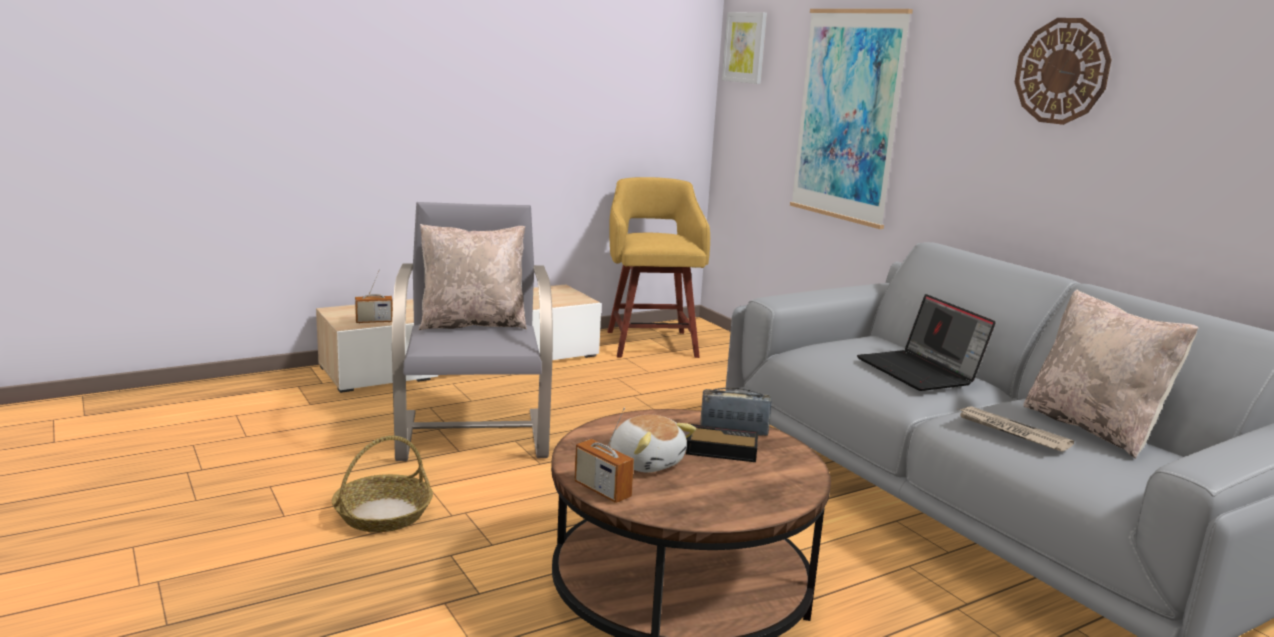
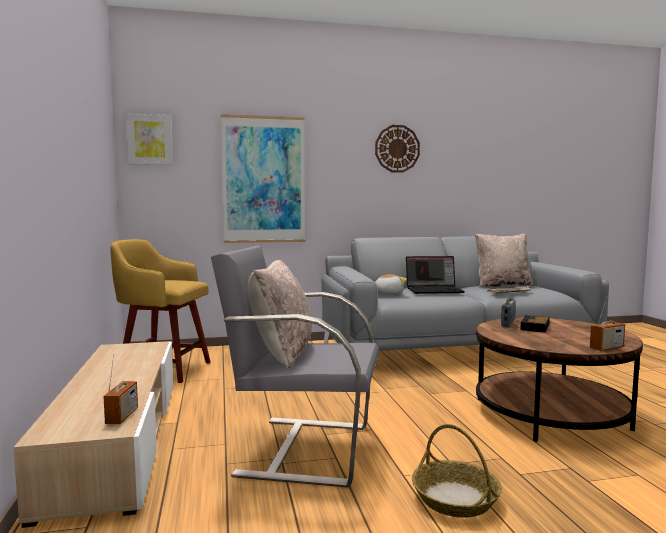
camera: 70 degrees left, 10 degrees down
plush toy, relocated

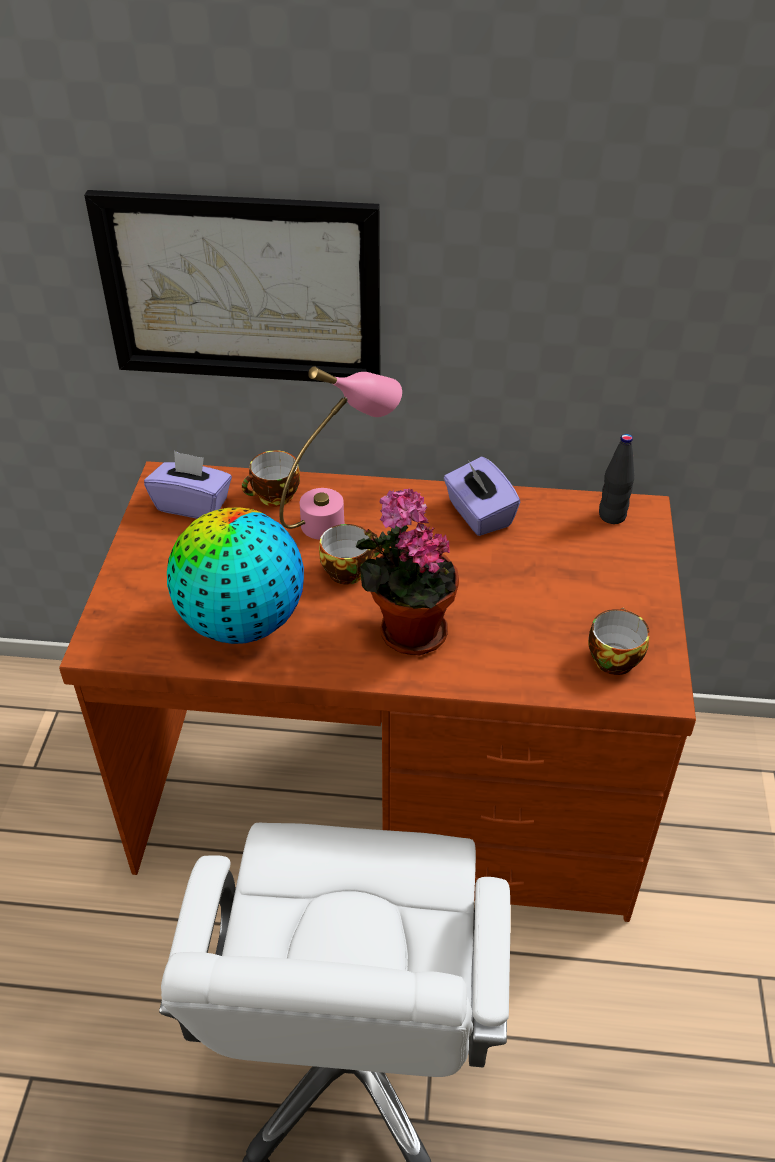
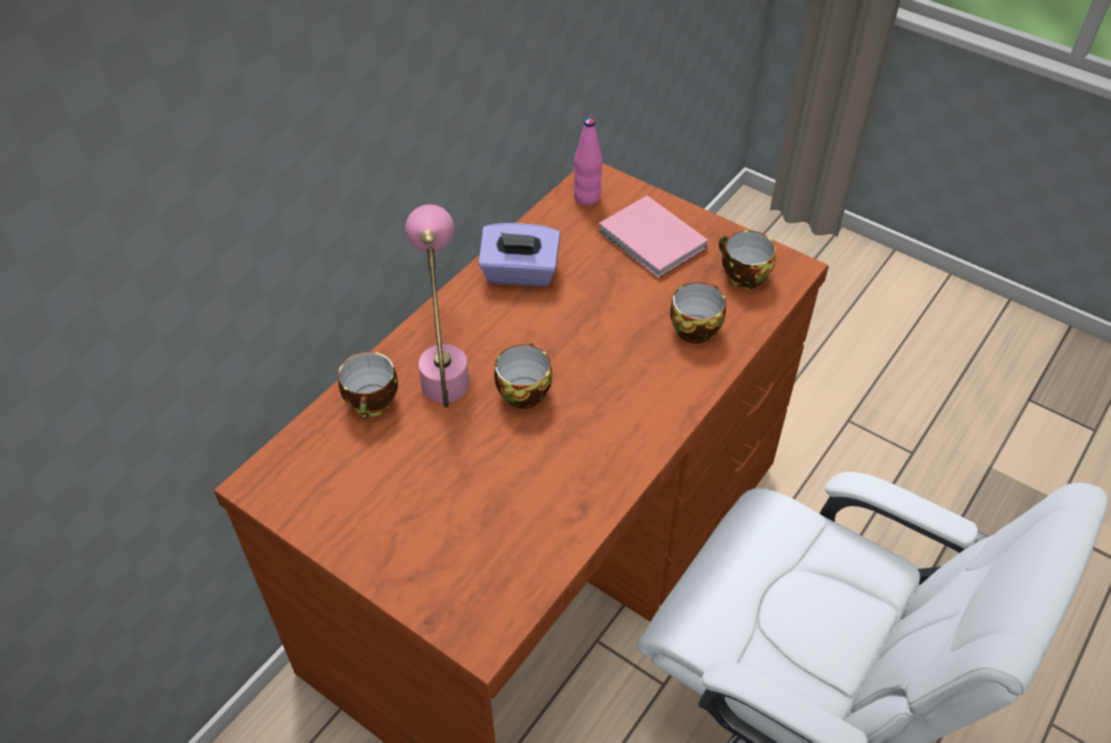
camera: 60 degrees left, 5 degrees up
blackish bottle => pink bottle
nothing => pink bound book
nothing => drinking cup (no. 3 from left)
picture => nothing
purple tissue holder (no. 1 from left) => nothing
desk globe => nothing
potted plant => nothing

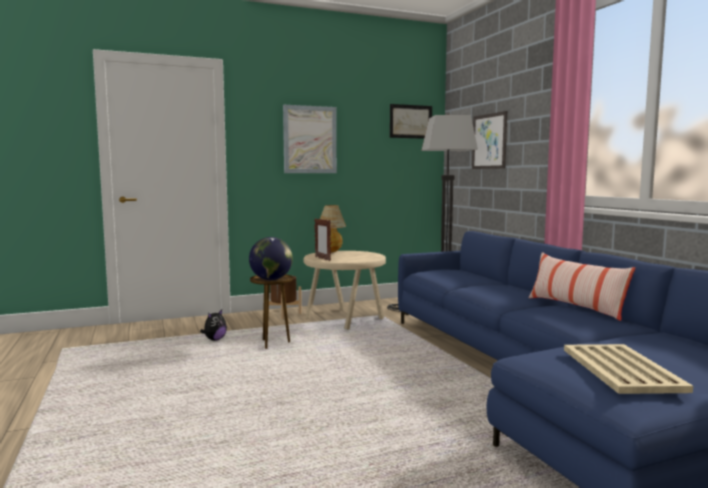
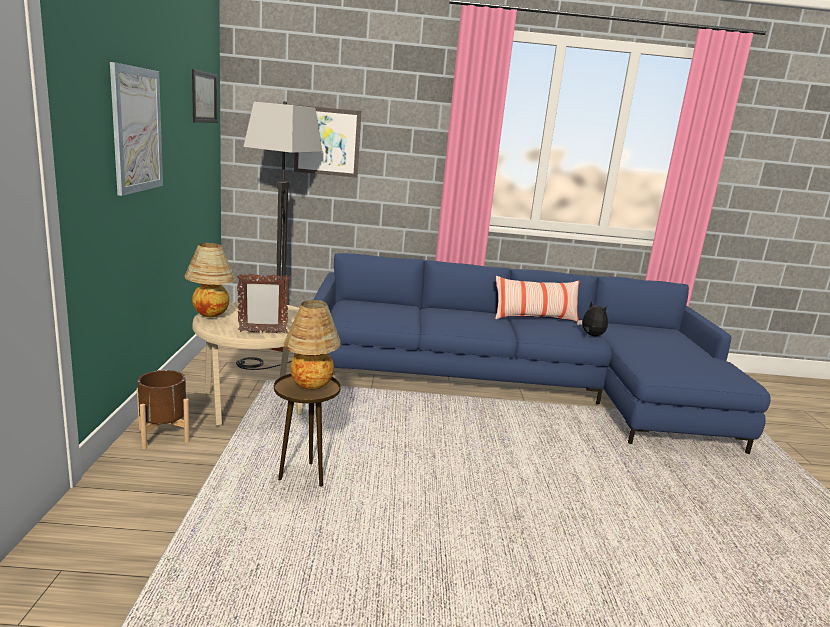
camera: 70 degrees left, 10 degrees up
desk globe => table lamp (no. 2 from left)
plush toy, relocated
beige serving tray => nothing

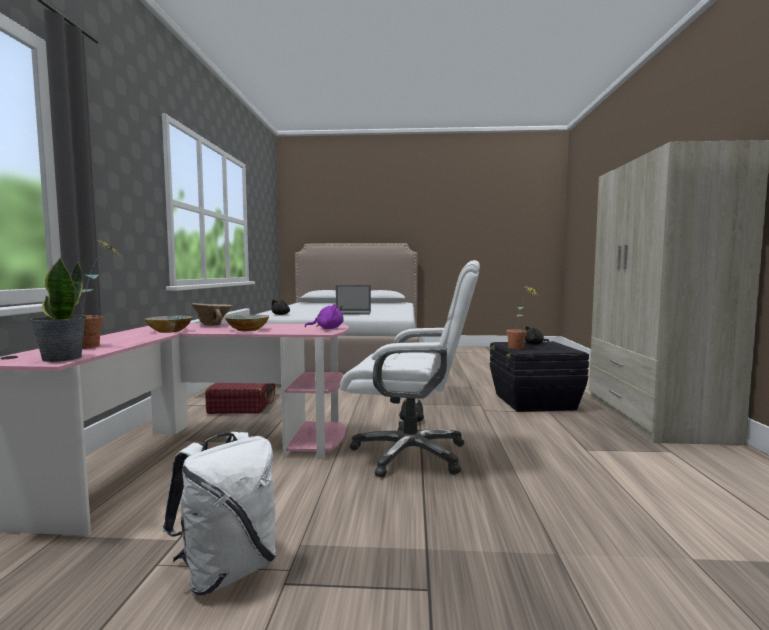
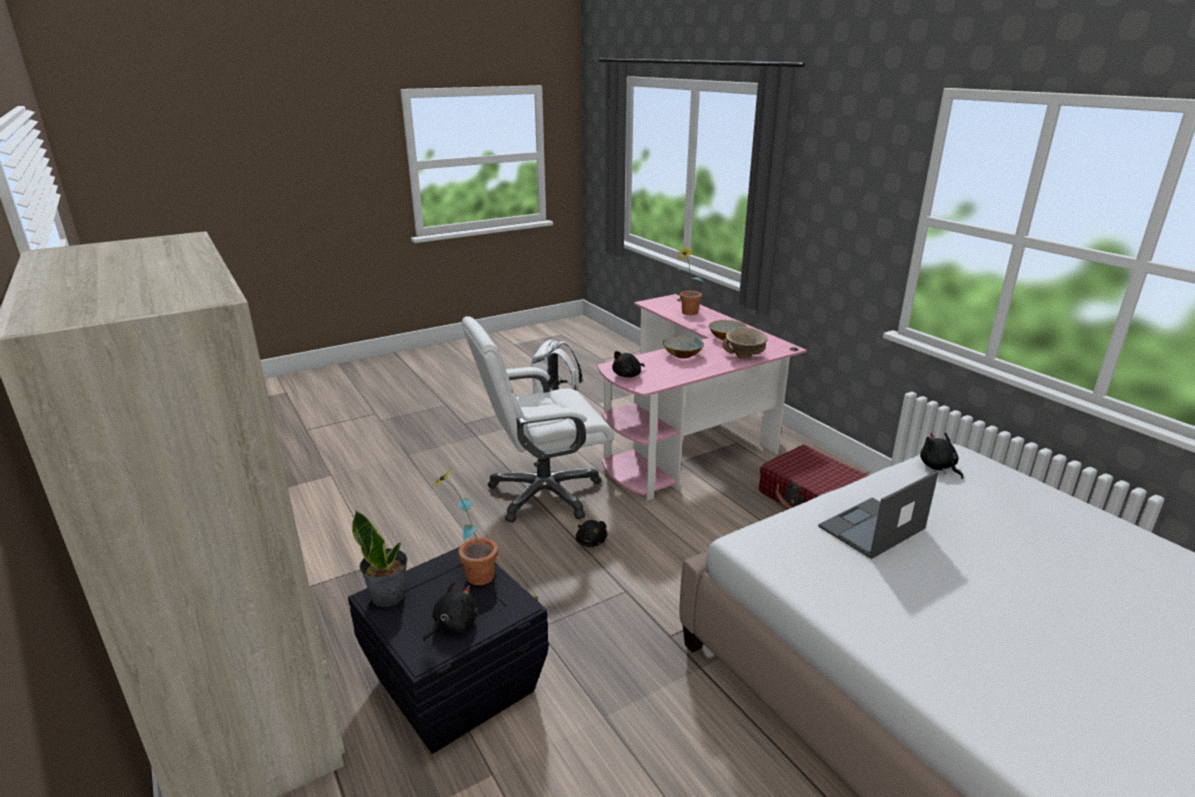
camera: 145 degrees right, 20 degrees up
potted plant (no. 1 from left), relocated
purple plush toy => blackish plush toy (no. 3 from left)

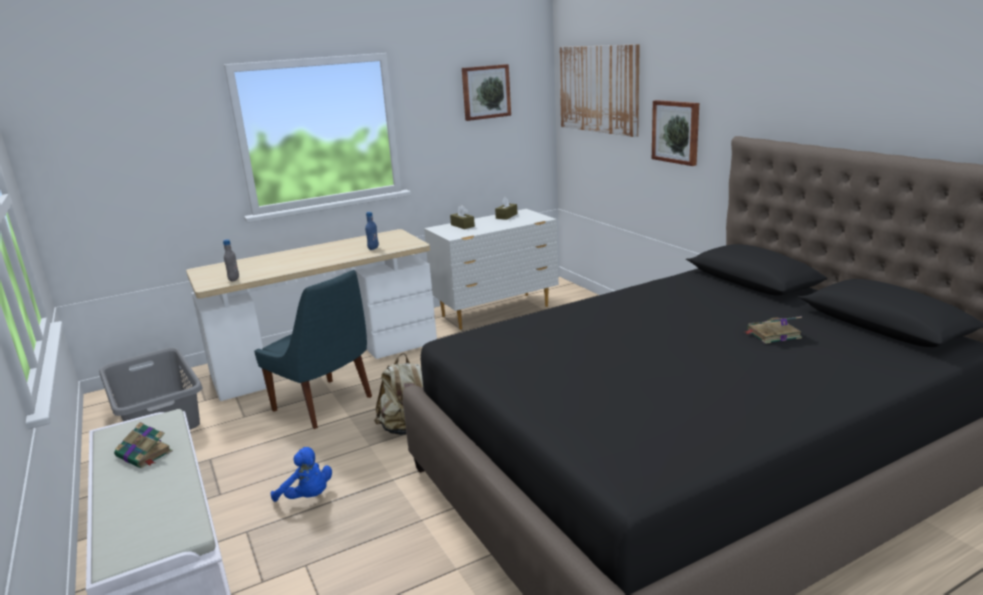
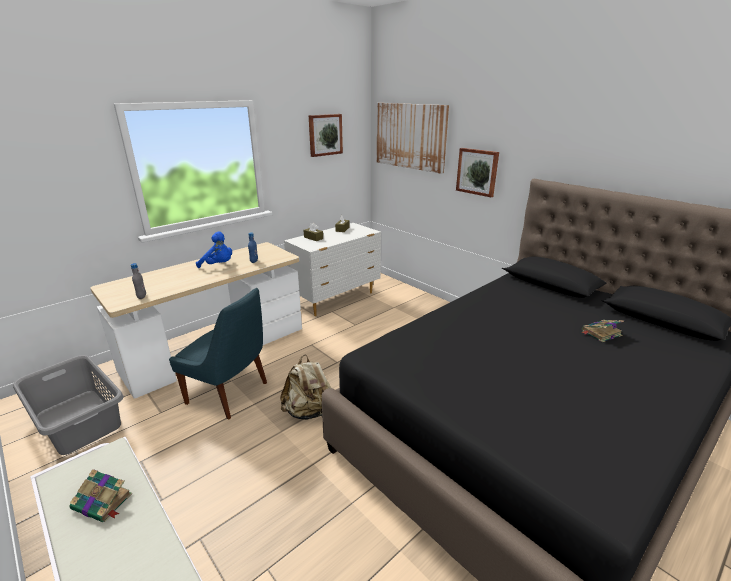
camera: 15 degrees left, 5 degrees up
blue plush toy, relocated

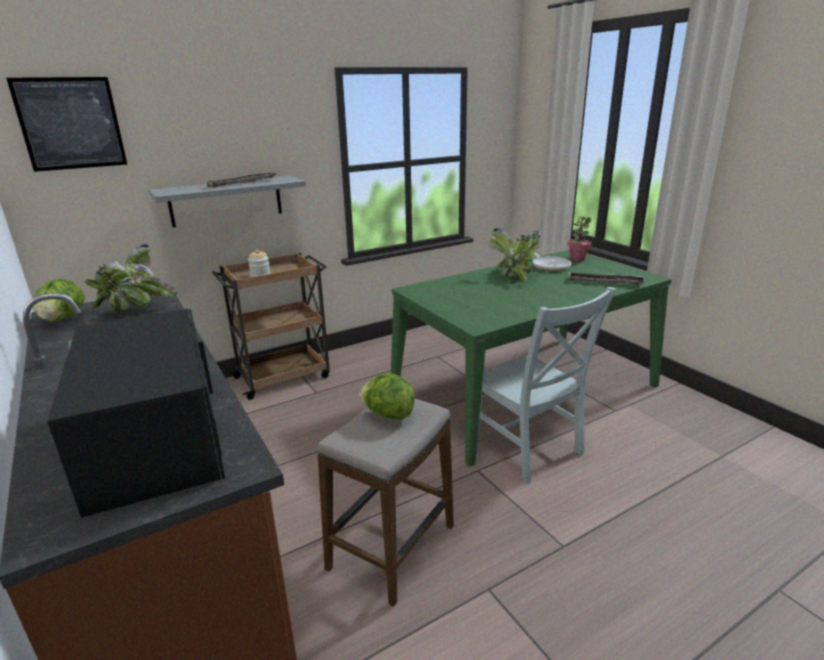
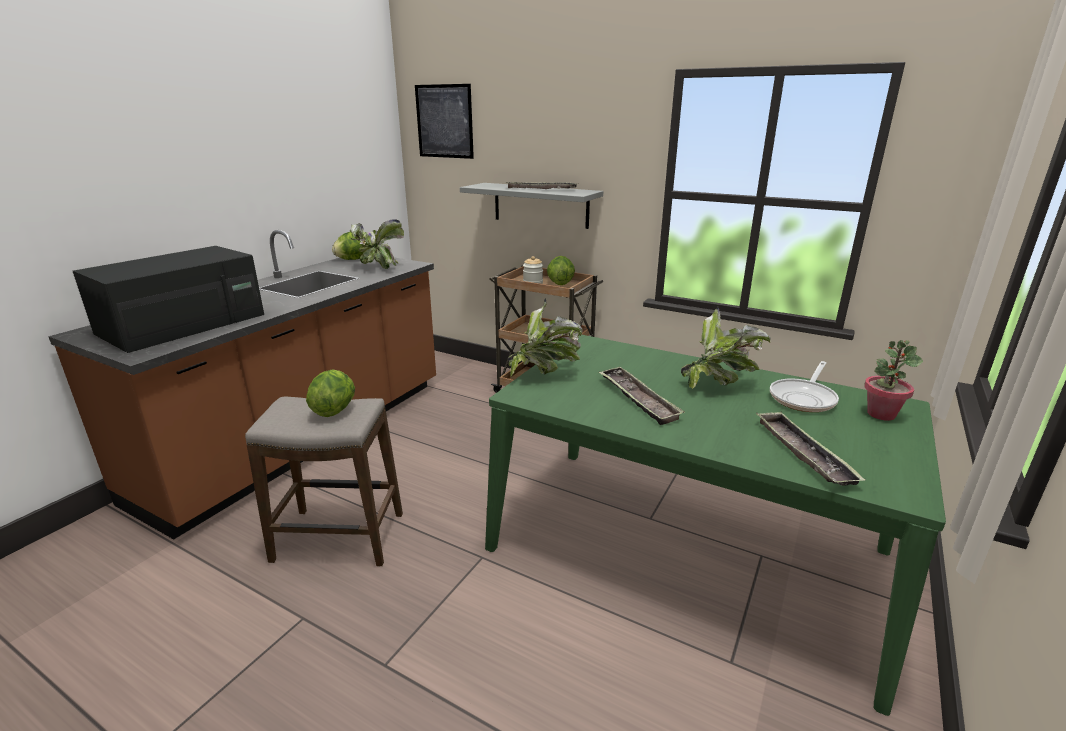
camera: 60 degrees right, 0 degrees up
nothing => potted plant (no. 2 from left)
nothing => lettuce (no. 3 from left)
nothing => serving tray (no. 2 from left)
grey plain chair => nothing

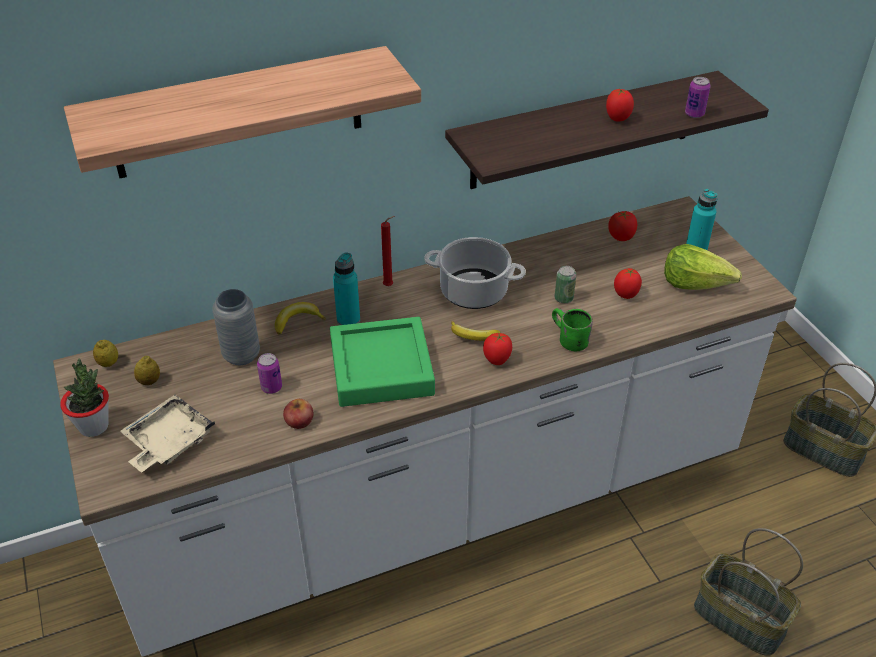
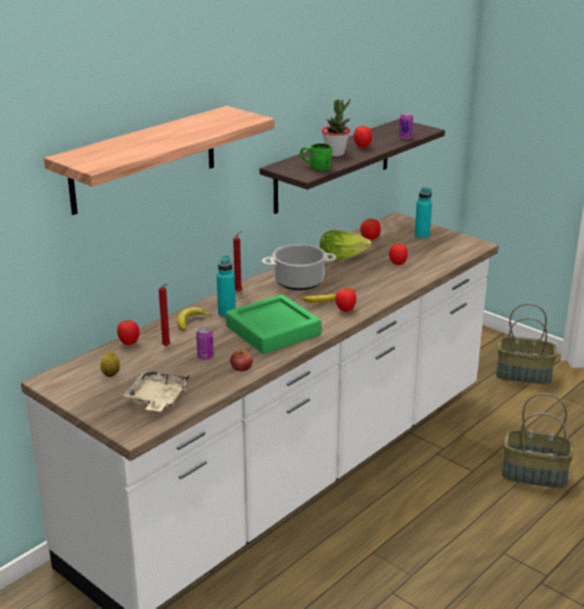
camera: 25 degrees left, 15 degrees down
nothing => tomato (no. 1 from left)
grey flower vase => red wax light (no. 1 from left)
green-coloured coffee mug, relocated
lettuce, relocated
potted plant, relocated
lemon (no. 1 from left) => nothing
metal can (no. 2 from left) => nothing

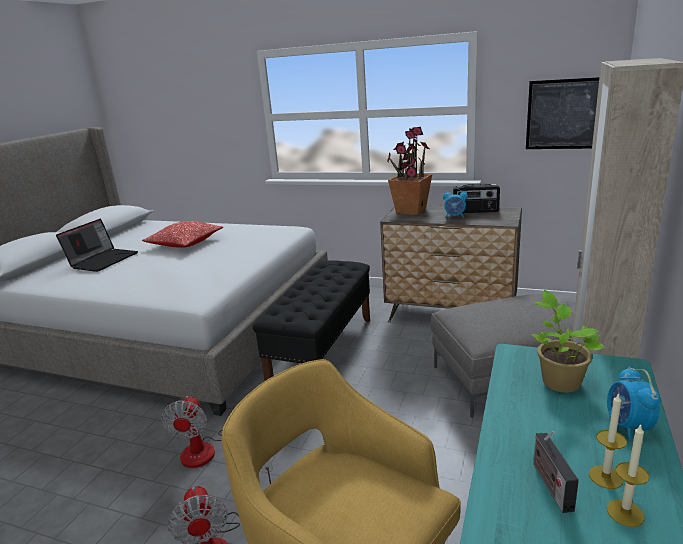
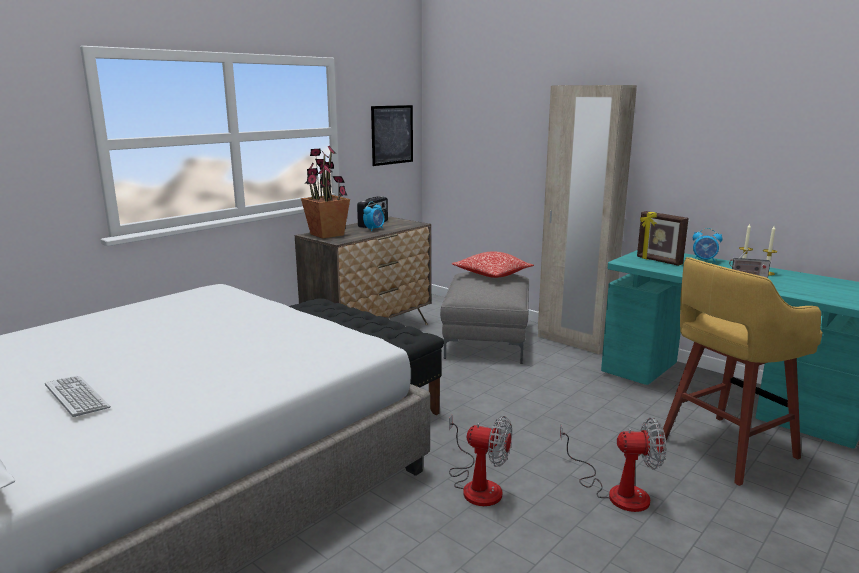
camera: 70 degrees left, 5 degrees down
portable computer => PC keyboard
throw pillow, relocated
potted plant (no. 2 from left) => picture frame

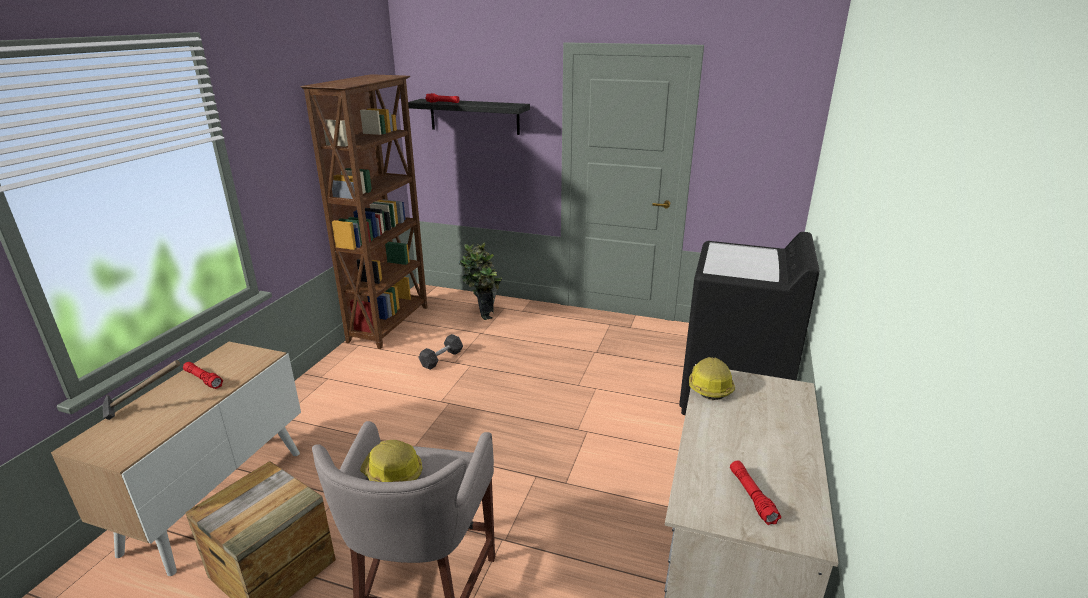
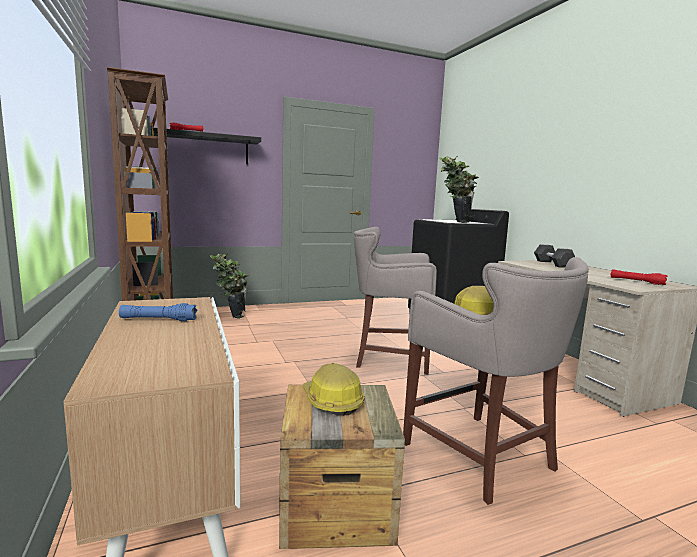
camera: 40 degrees left, 15 degrees down
red torch (no. 1 from left) => blue torch
work helmet (no. 2 from left in the first image) => work helmet (no. 1 from left), relocated
nothing => grey stool (no. 1 from left)
nothing => potted plant (no. 2 from left)
grey free weight, relocated
hammer => nothing

